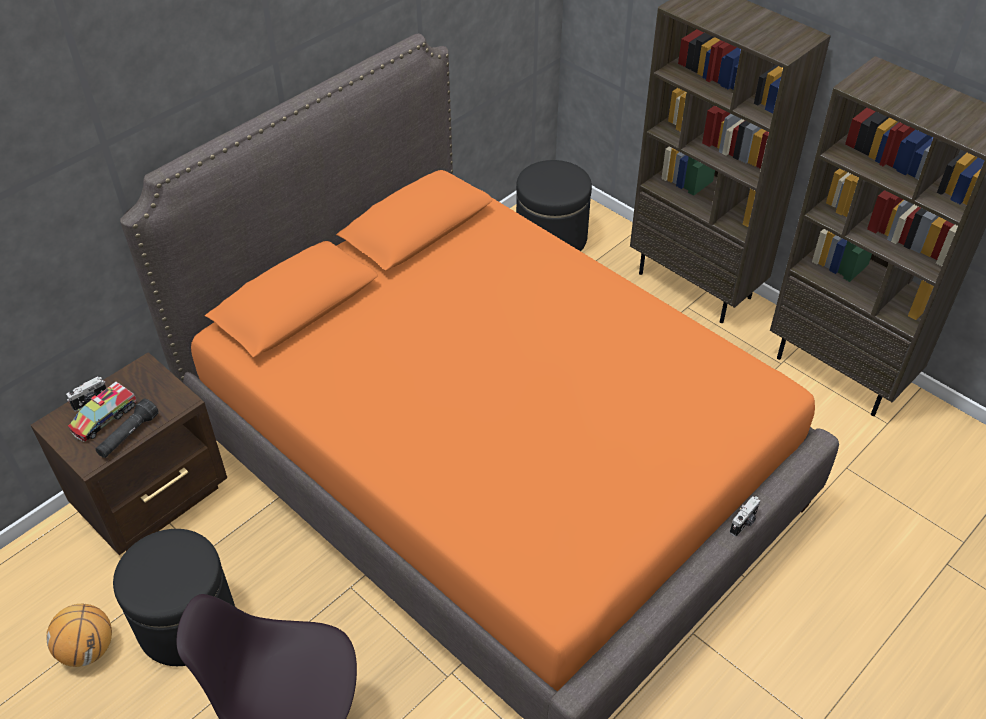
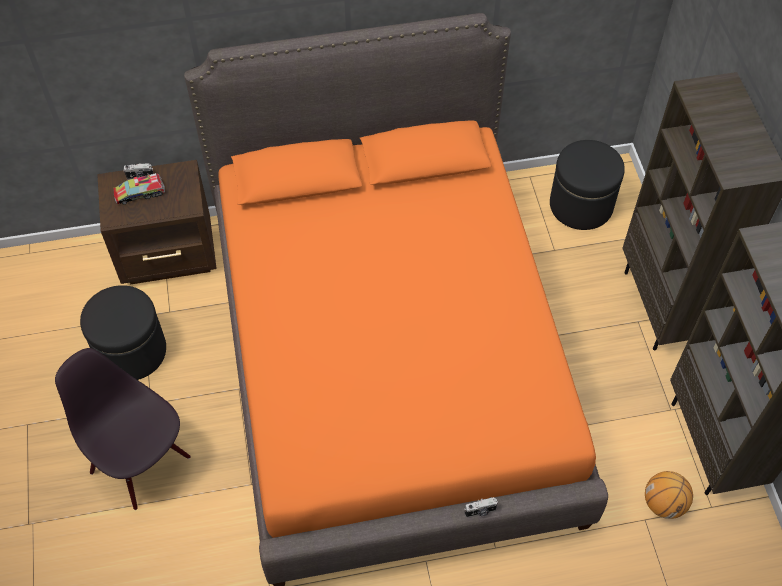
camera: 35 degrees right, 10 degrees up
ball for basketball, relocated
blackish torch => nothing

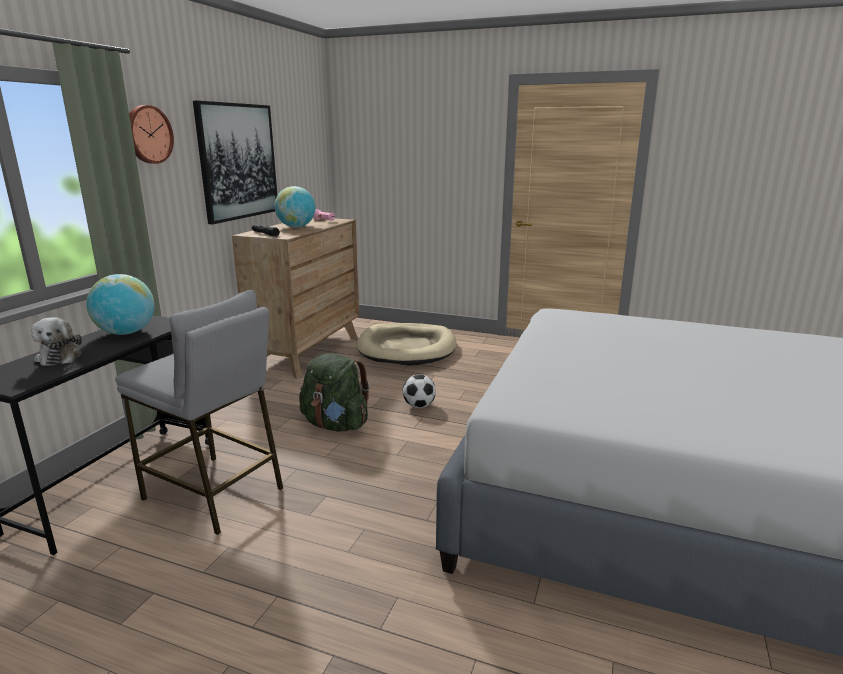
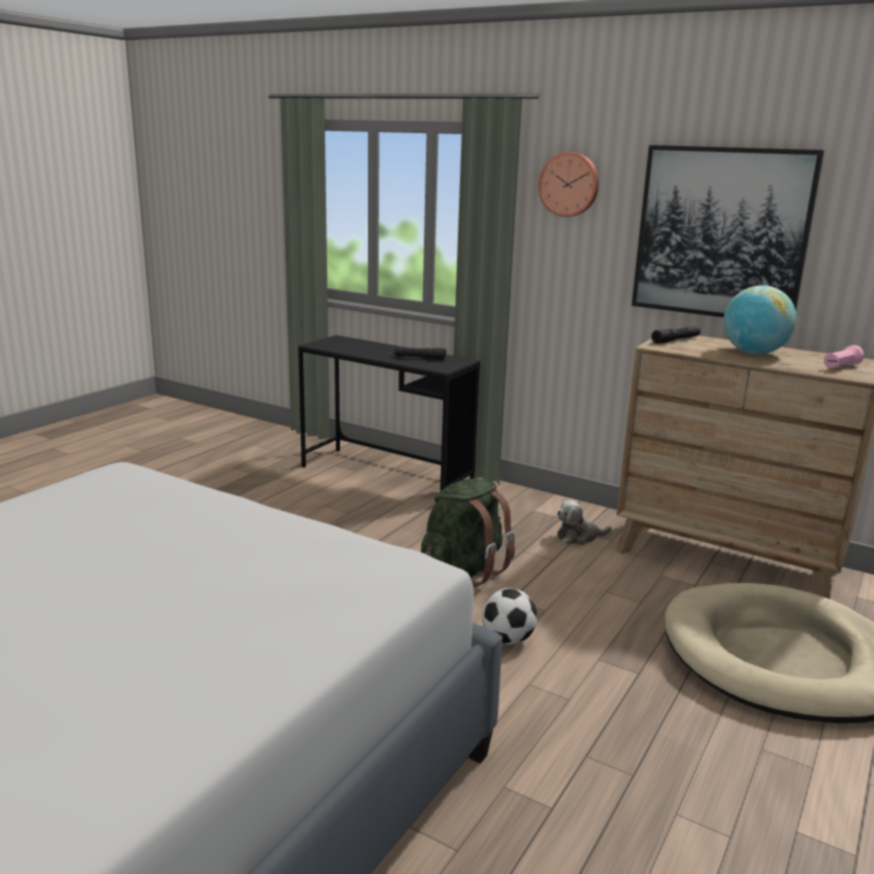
camera: 100 degrees right, 0 degrees up
desk globe (no. 1 from left) => blackish torch (no. 1 from left)
plush toy, relocated
grey stool => nothing

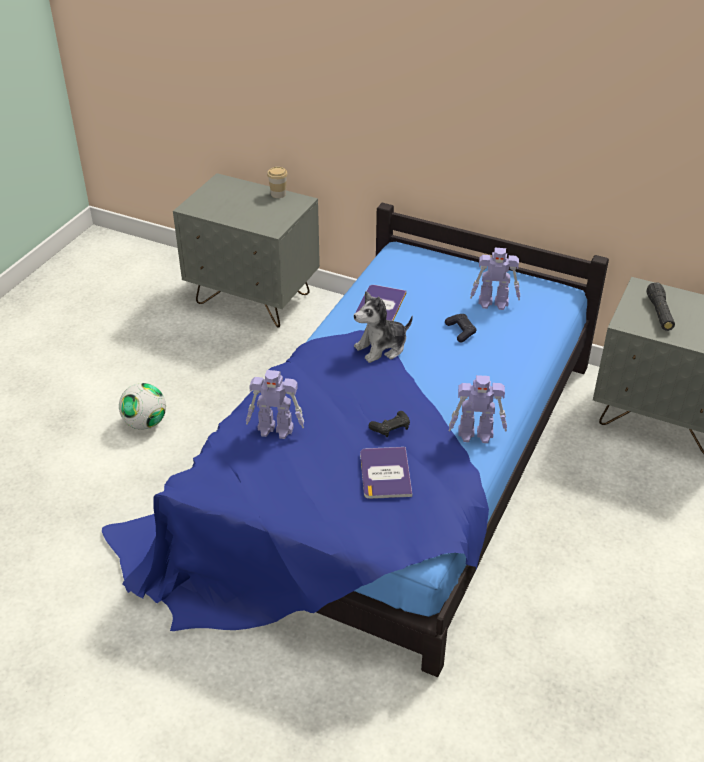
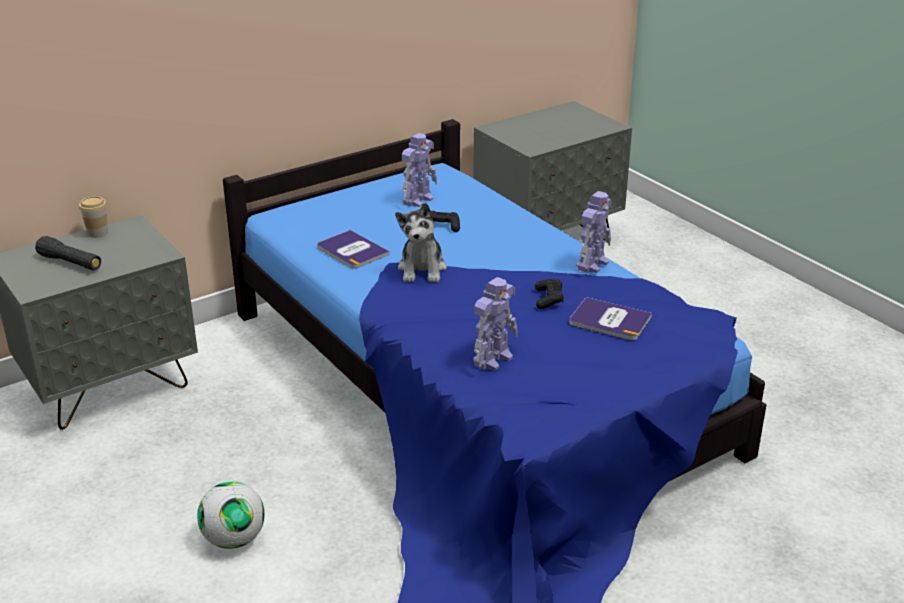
camera: 60 degrees left, 10 degrees down
blackish torch, relocated

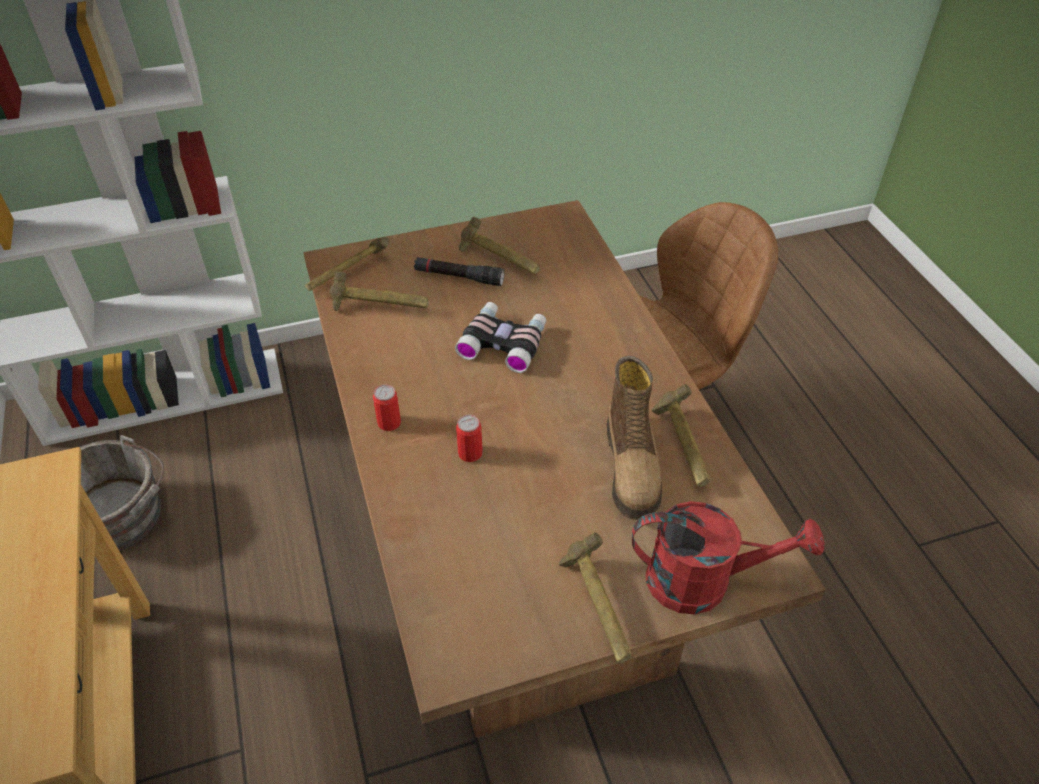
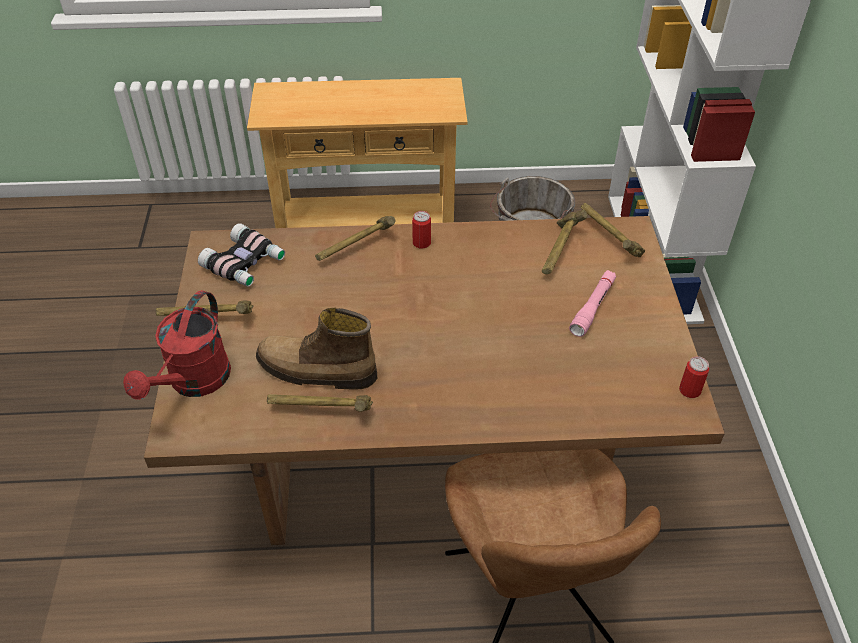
camera: 105 degrees right, 0 degrees up
pair of binoculars, relocated
hammer (no. 3 from left), relocated
blackish torch => pink torch
metal can (no. 2 from left), relocated

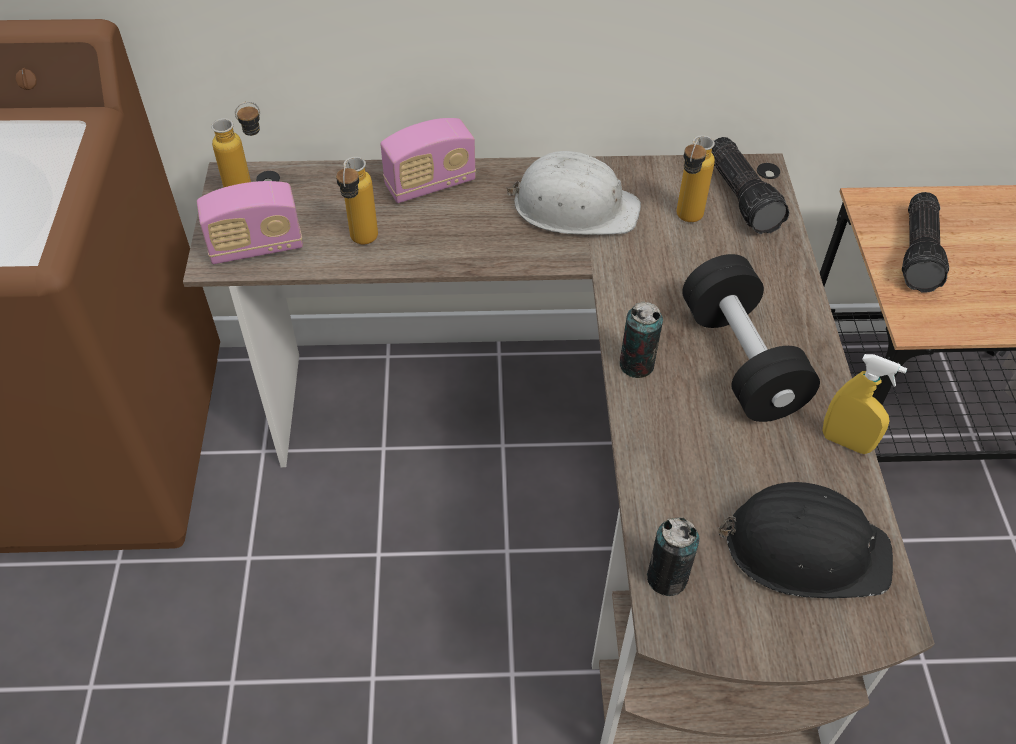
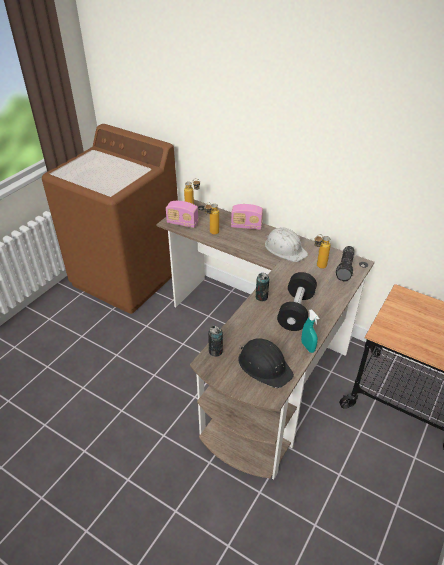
camera: 35 degrees right, 10 degrees down
yellowish sprayer => blue-green sprayer
torch (no. 2 from left) => nothing

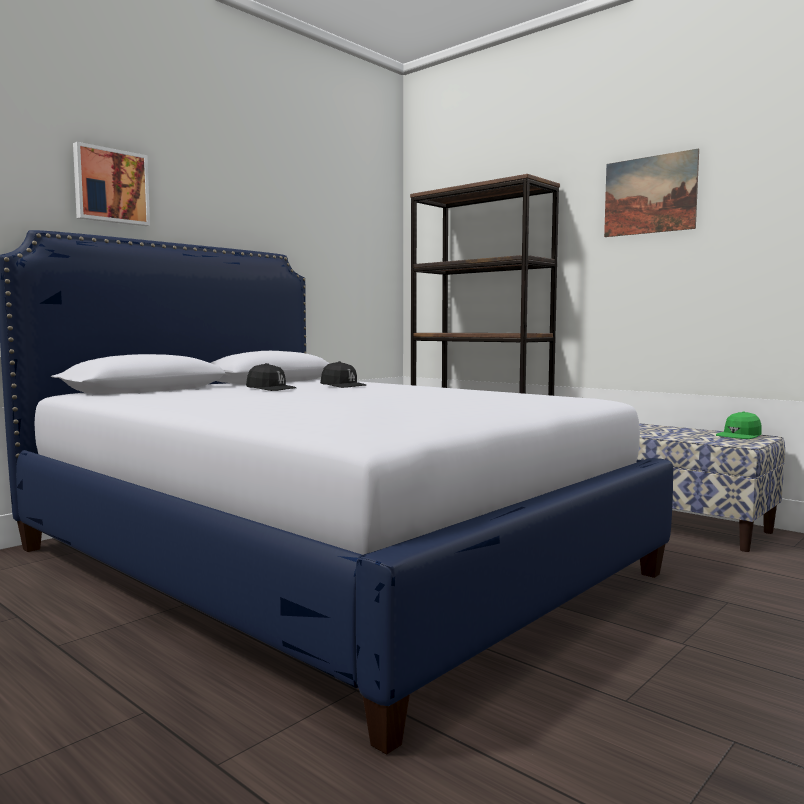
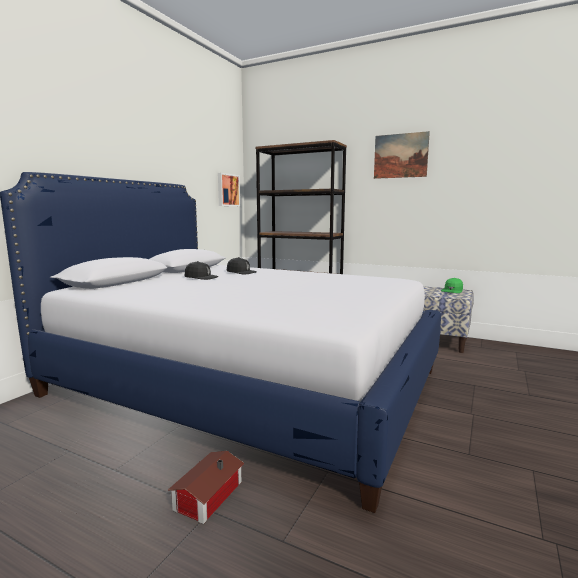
camera: 15 degrees left, 5 degrees up
nothing => miniature house
picture (no. 1 from left), relocated

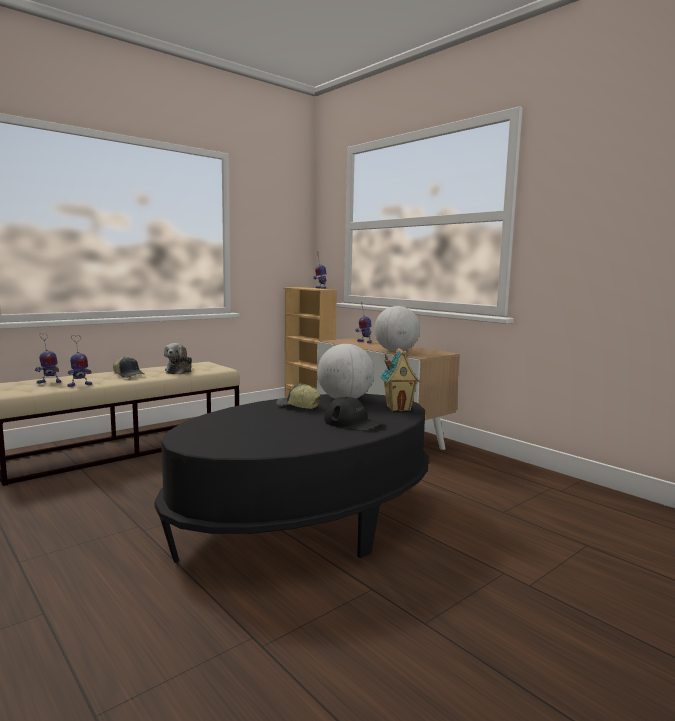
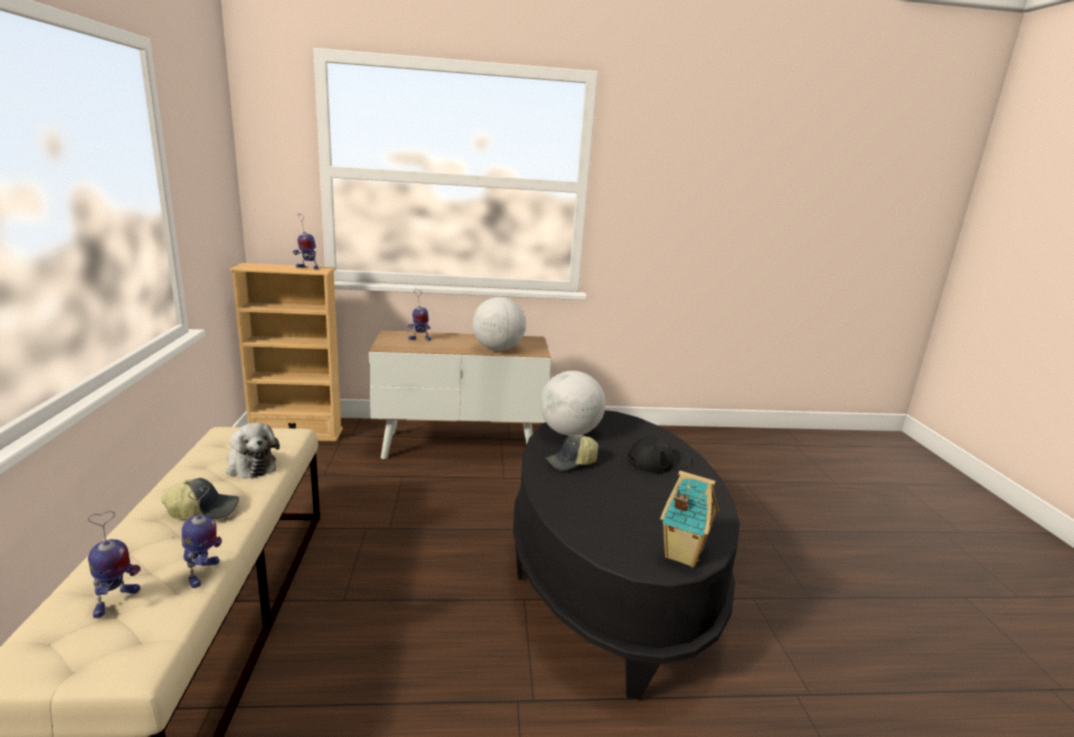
camera: 55 degrees left, 10 degrees up
miniature house, relocated

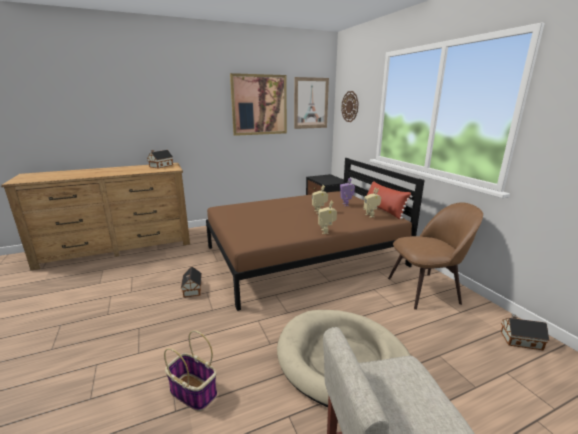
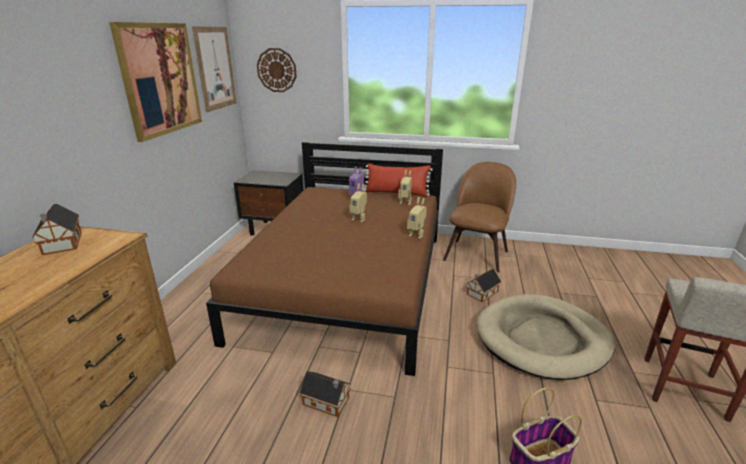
camera: 55 degrees left, 5 degrees up
miniature house (no. 3 from left), relocated

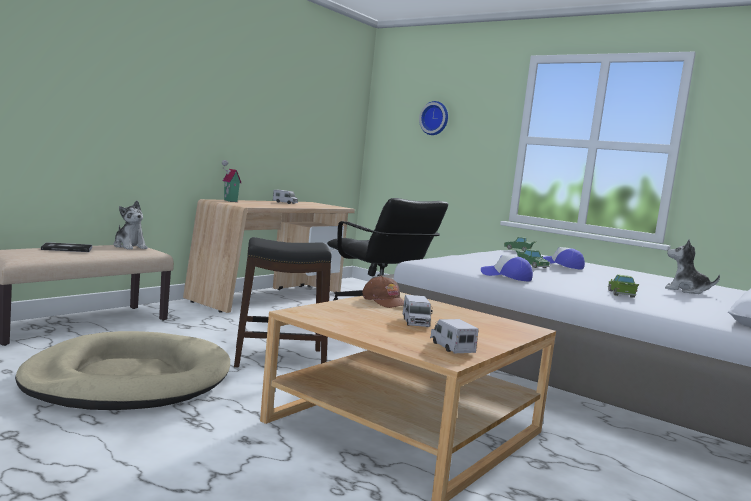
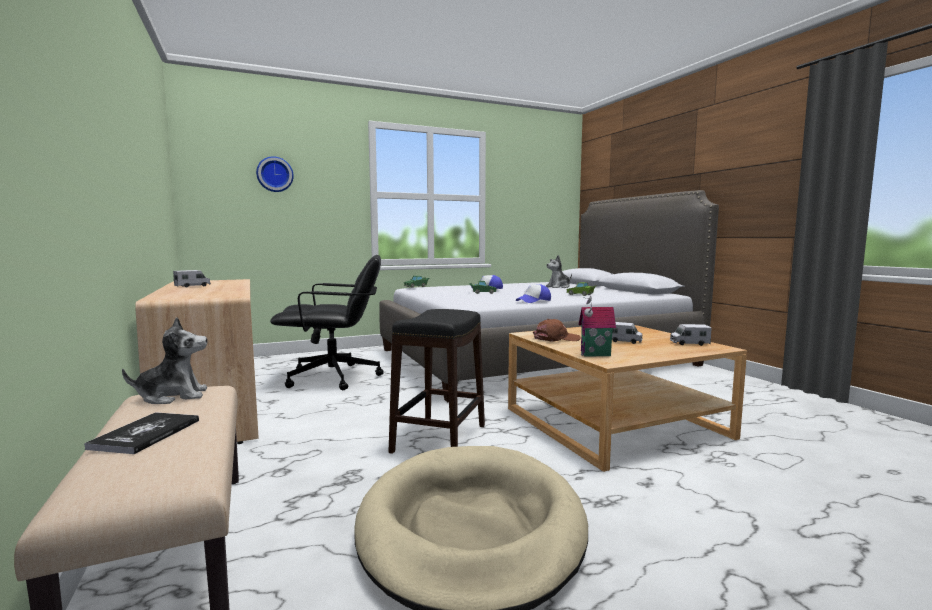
camera: 60 degrees left, 0 degrees up
miniature house, relocated

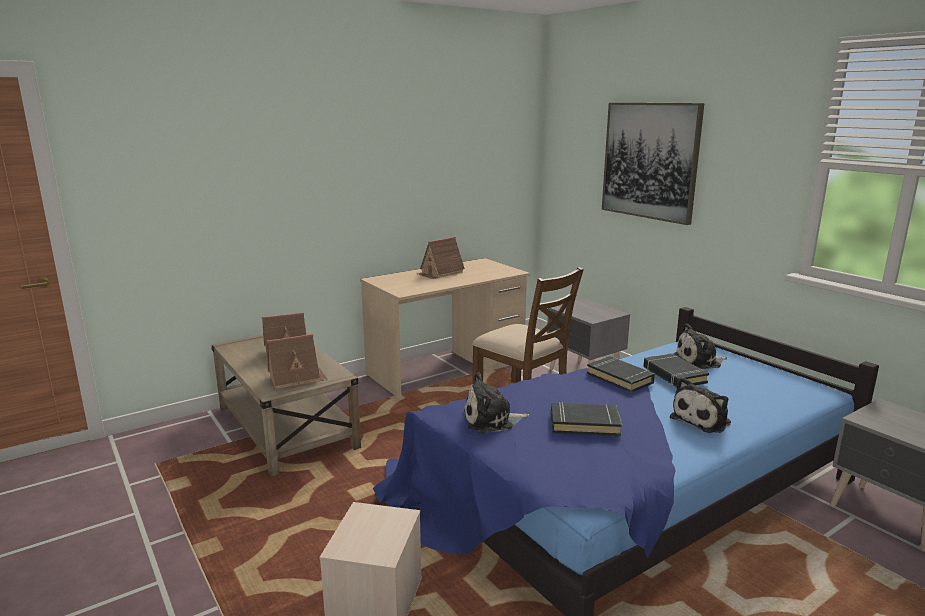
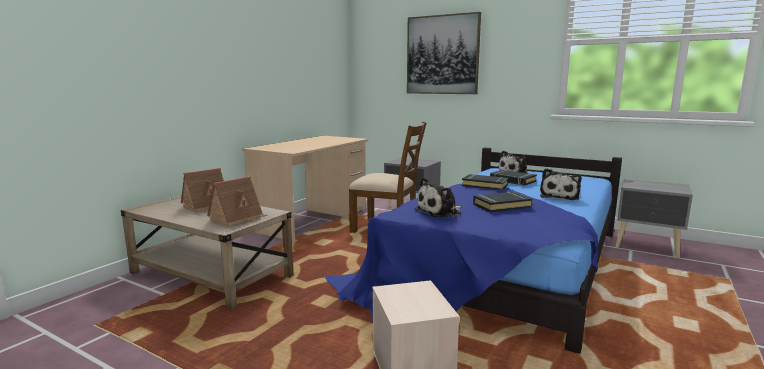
camera: 25 degrees left, 5 degrees down
miniature house (no. 3 from left) => nothing

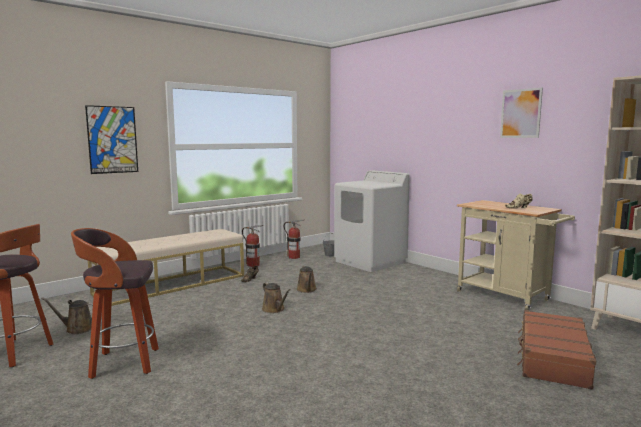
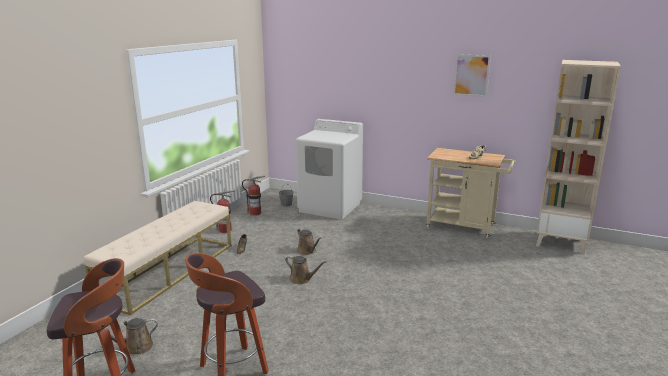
camera: 25 degrees left, 10 degrees up
picture (no. 1 from left) => nothing
brown-coloured suitcase => nothing

